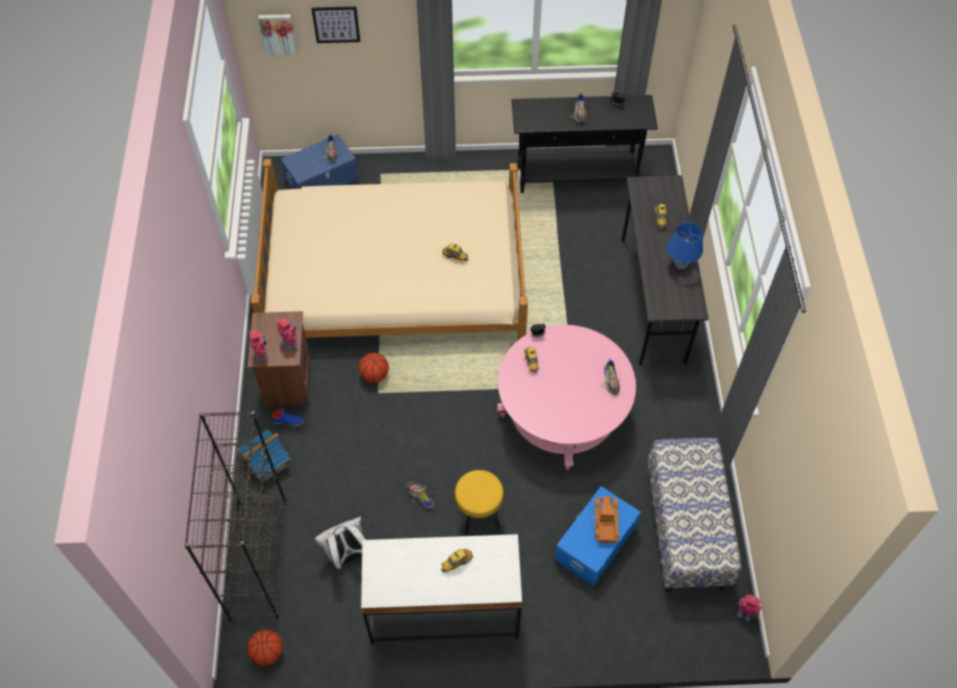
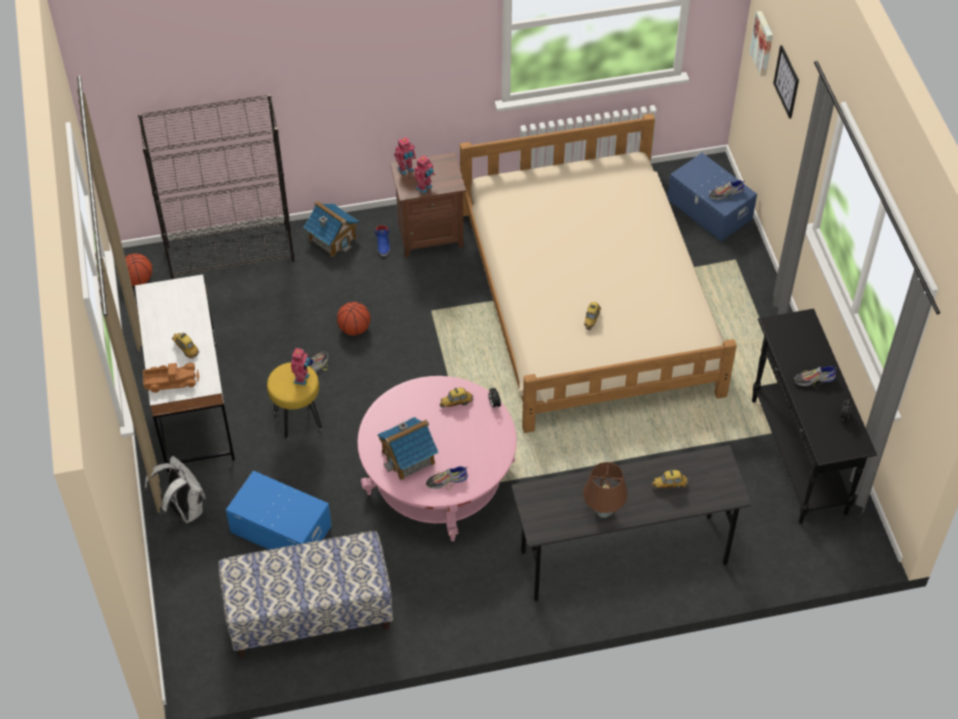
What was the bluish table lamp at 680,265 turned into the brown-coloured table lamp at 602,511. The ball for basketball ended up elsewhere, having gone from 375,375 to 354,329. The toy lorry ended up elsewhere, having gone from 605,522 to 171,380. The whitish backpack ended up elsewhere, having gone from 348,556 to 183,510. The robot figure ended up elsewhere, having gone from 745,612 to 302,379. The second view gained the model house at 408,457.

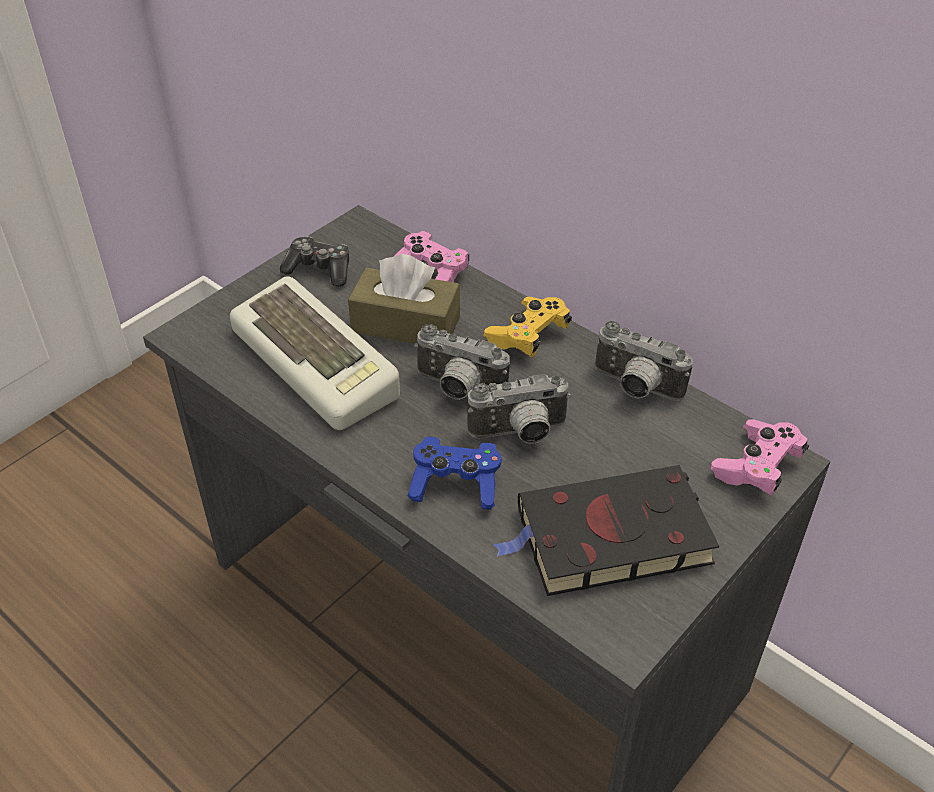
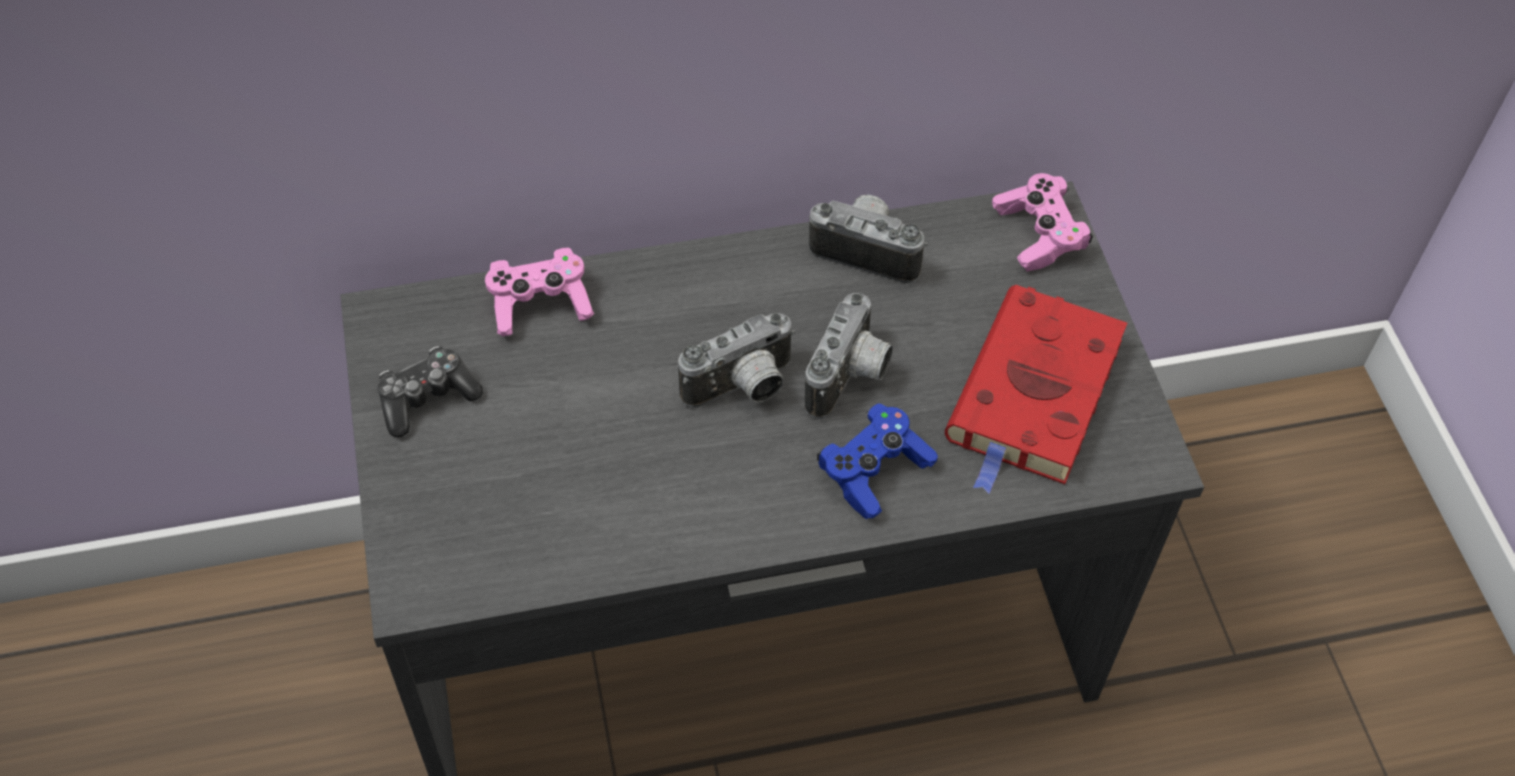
The second view lost the brown-coloured box of tissues at 406,324. The second view lost the PC keyboard at 319,362. The second view lost the yellow-coloured joypad at 528,336. The still camera at 635,388 ended up facing another way, 135 degrees counterclockwise from before. What was the black bound book at 608,538 turned into the reddish bound book at 1034,396.

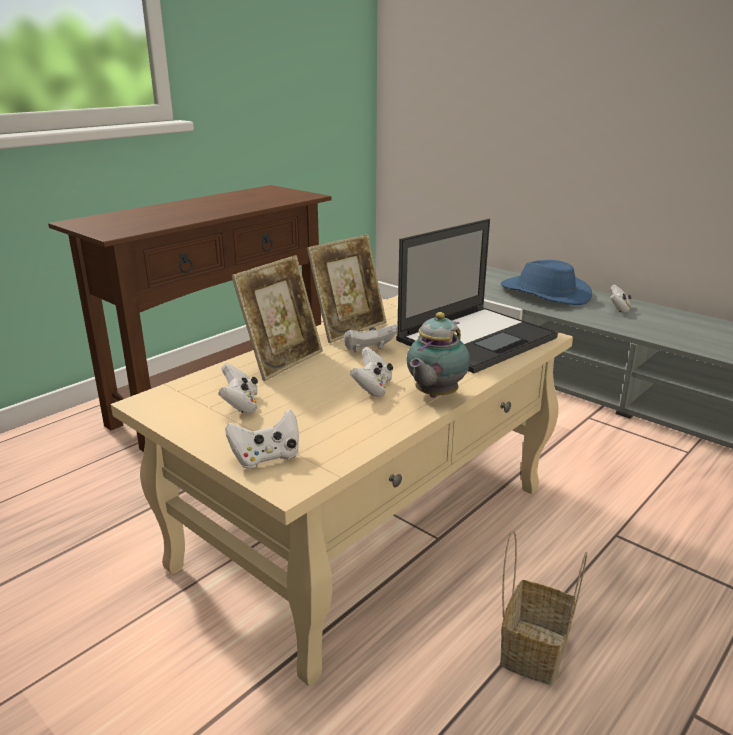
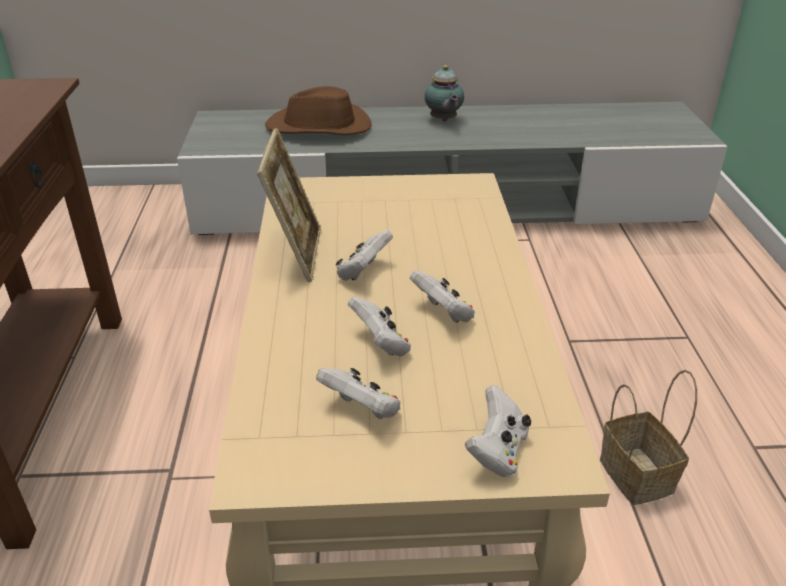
The second view lost the portable computer at 477,338. The second view lost the picture frame at 282,361. What was the bluish clothing hat at 544,294 turned into the brown-coloured clothing hat at 319,127. The whitish joypad ended up elsewhere, having gone from 618,309 to 381,344. The tea pot ended up elsewhere, having gone from 434,395 to 443,120.

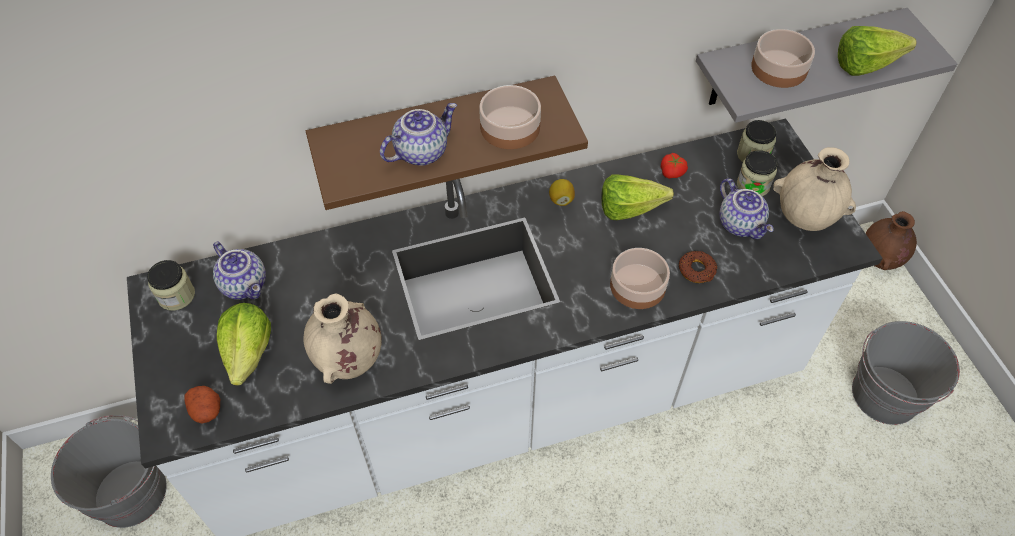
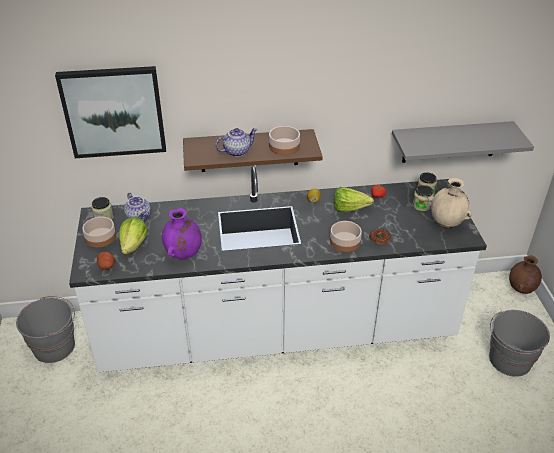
The second view lost the lettuce at 871,66. The bowl ended up elsewhere, having gone from 779,69 to 100,237. The second view lost the tea pot at 741,224. What was the beige-coloured vase at 349,362 turned into the purple-coloured vase at 184,255. The second view gained the wall art at 114,112.

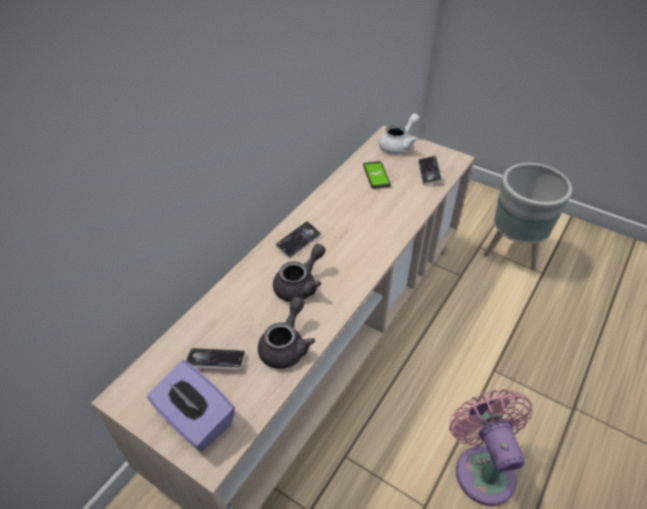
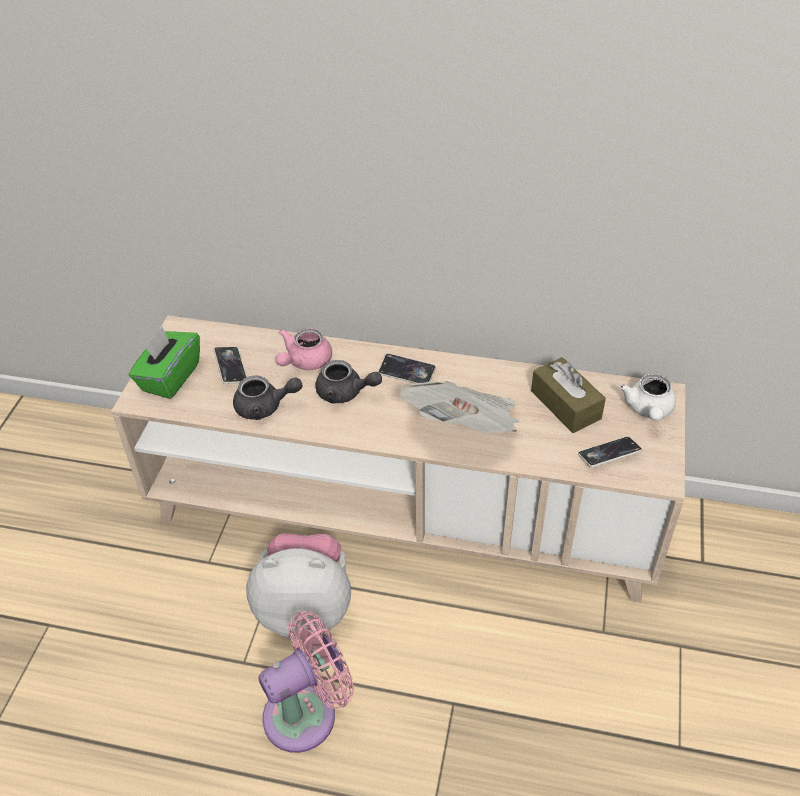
The whitish tea pot at 398,145 ended up facing another way, 75 degrees clockwise from before. Where the handset stood at 376,175, the brown-coloured box of tissues came to stand at 565,405. The second view lost the grey plant pot at 512,253. What was the purple-coloured box of tissues at 195,419 turned into the greenish box of tissues at 170,377. The second view gained the pink-coloured tea pot at 304,361. The second view gained the printed paper at 464,427. The second view gained the plush toy at 305,608.

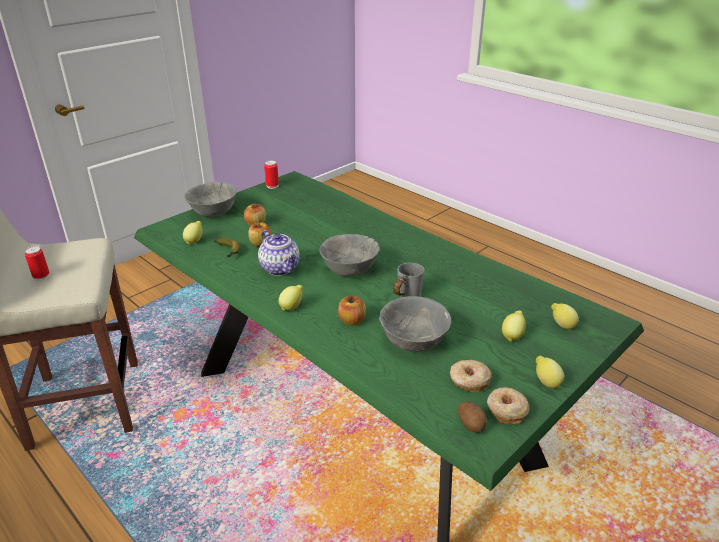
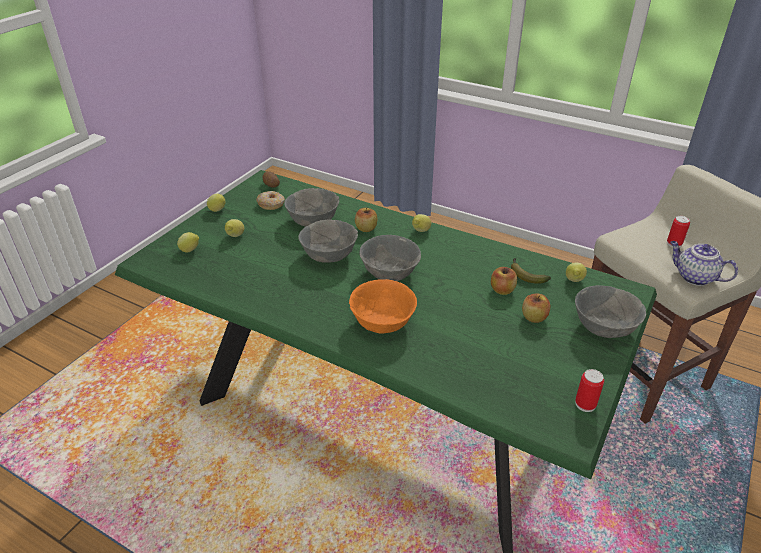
The tea pot ended up elsewhere, having gone from 281,269 to 694,277. Where the grey tea mug stood at 404,296, the grey bowl came to stand at 329,256. The second view lost the donut at 506,410. The second view gained the orange bowl at 383,323.

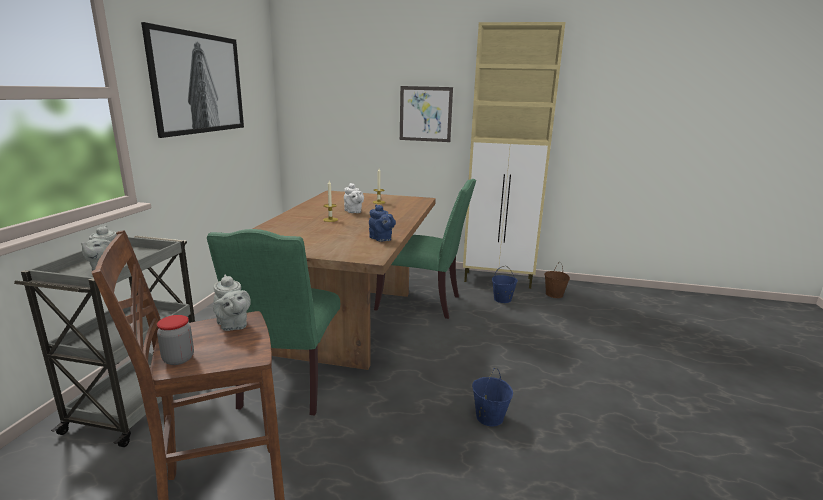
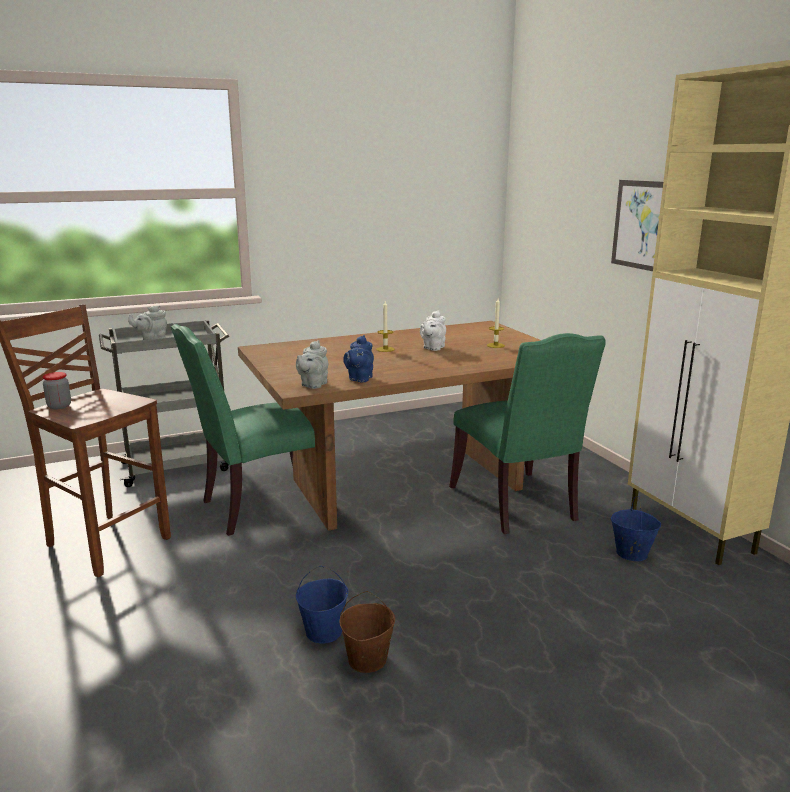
The second view lost the wall art at 199,83. The brown-coloured bucket ended up elsewhere, having gone from 554,295 to 367,660. The grey tea pot ended up elsewhere, having gone from 233,325 to 313,385.

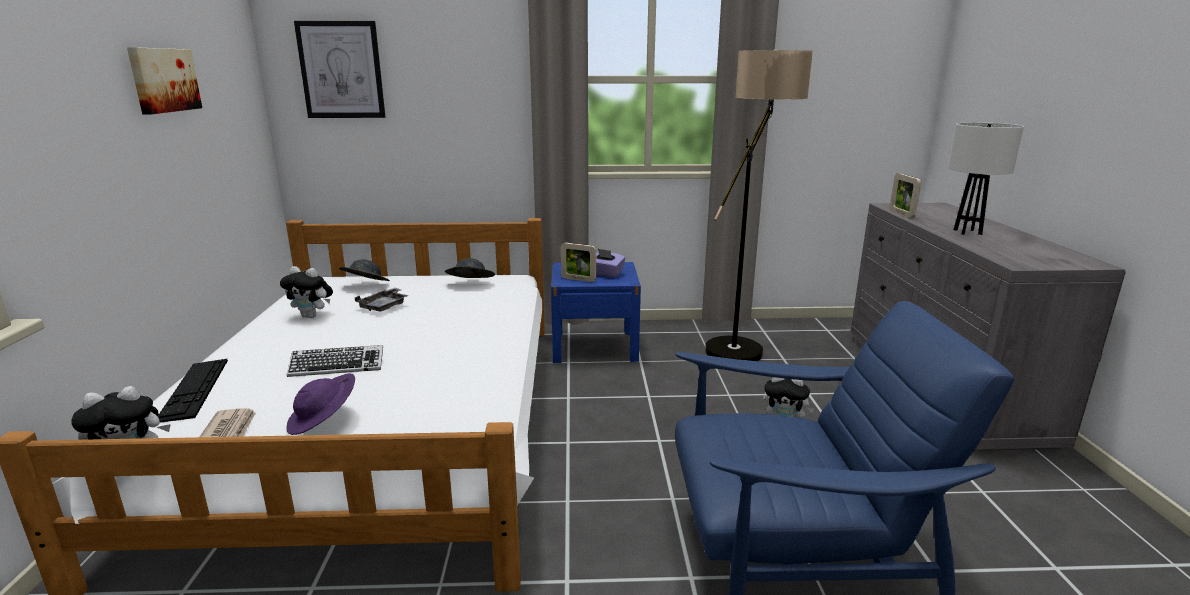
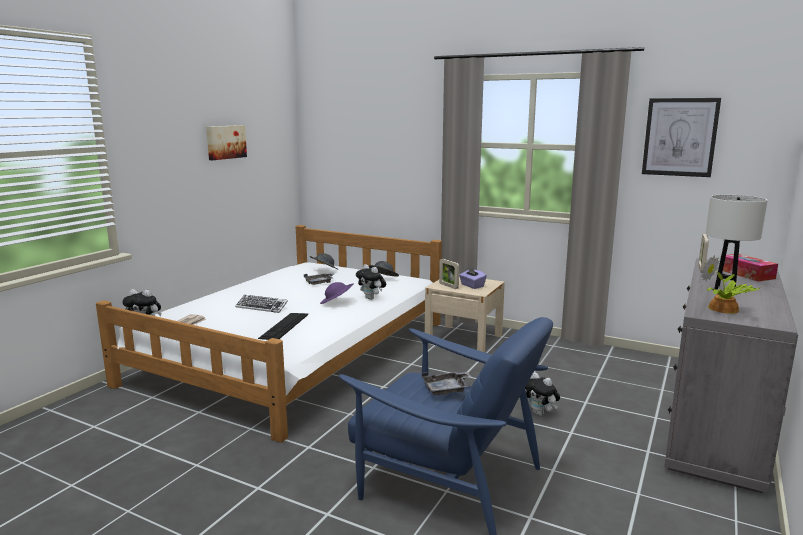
The wall art ended up elsewhere, having gone from 341,70 to 680,137. The second view lost the standard lamp at 742,344. What was the bluish nightstand at 594,346 turned into the beige-coloured nightstand at 464,339. The plush toy ended up elsewhere, having gone from 312,316 to 371,298. The PC keyboard ended up elsewhere, having gone from 194,389 to 284,326. The purple-coloured clothing hat ended up elsewhere, having gone from 324,421 to 337,302. The second view gained the box of tissues at 746,274. The second view gained the houseplant at 724,309. The second view gained the grey carrying tray at 446,389.

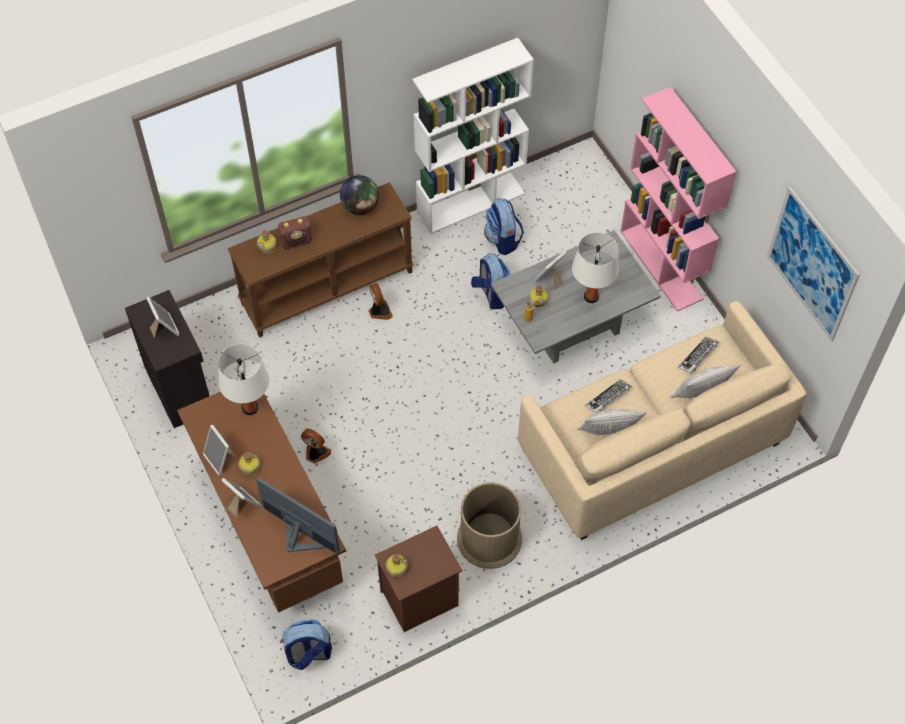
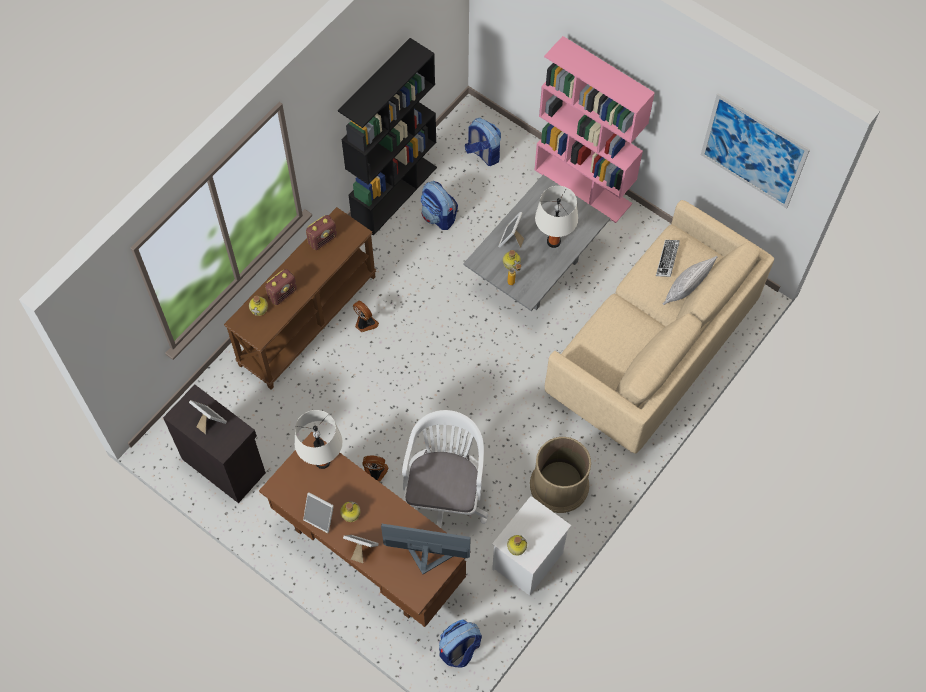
What was the whitish bookcase at 471,202 turned into the black bookcase at 394,193. Where the desk globe stood at 360,206, the radio came to stand at 322,239. The backpack ended up elsewhere, having gone from 491,294 to 483,153. The second view lost the PC keyboard at 608,398. The second view lost the throw pillow at 608,434. What was the brown-coloured nightstand at 419,599 turned into the whitish nightstand at 528,562. The second view gained the whitish office chair at 444,494.

